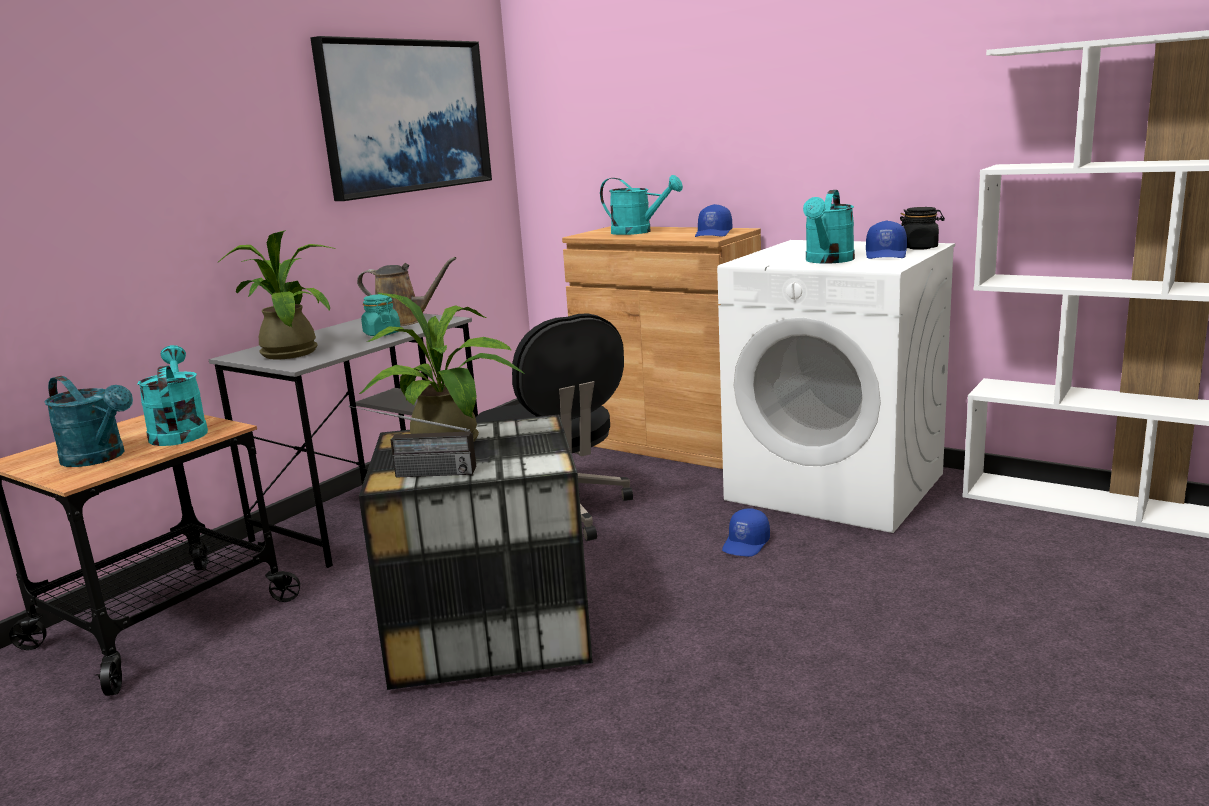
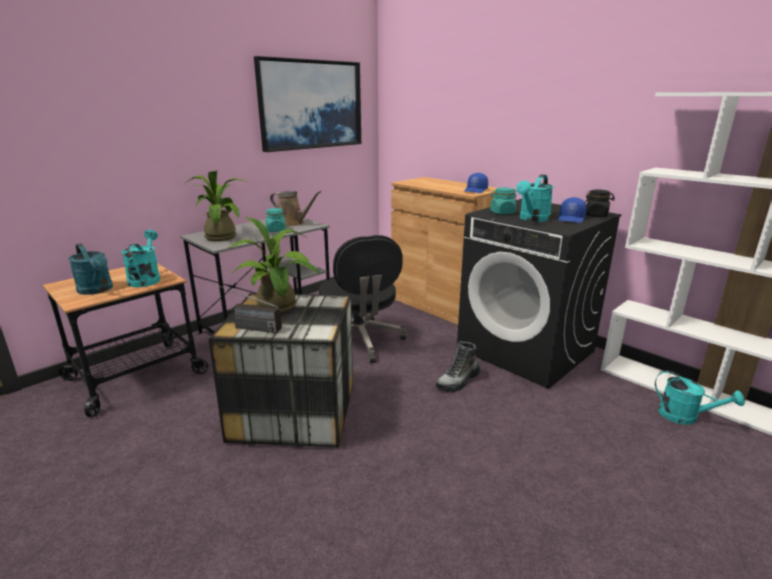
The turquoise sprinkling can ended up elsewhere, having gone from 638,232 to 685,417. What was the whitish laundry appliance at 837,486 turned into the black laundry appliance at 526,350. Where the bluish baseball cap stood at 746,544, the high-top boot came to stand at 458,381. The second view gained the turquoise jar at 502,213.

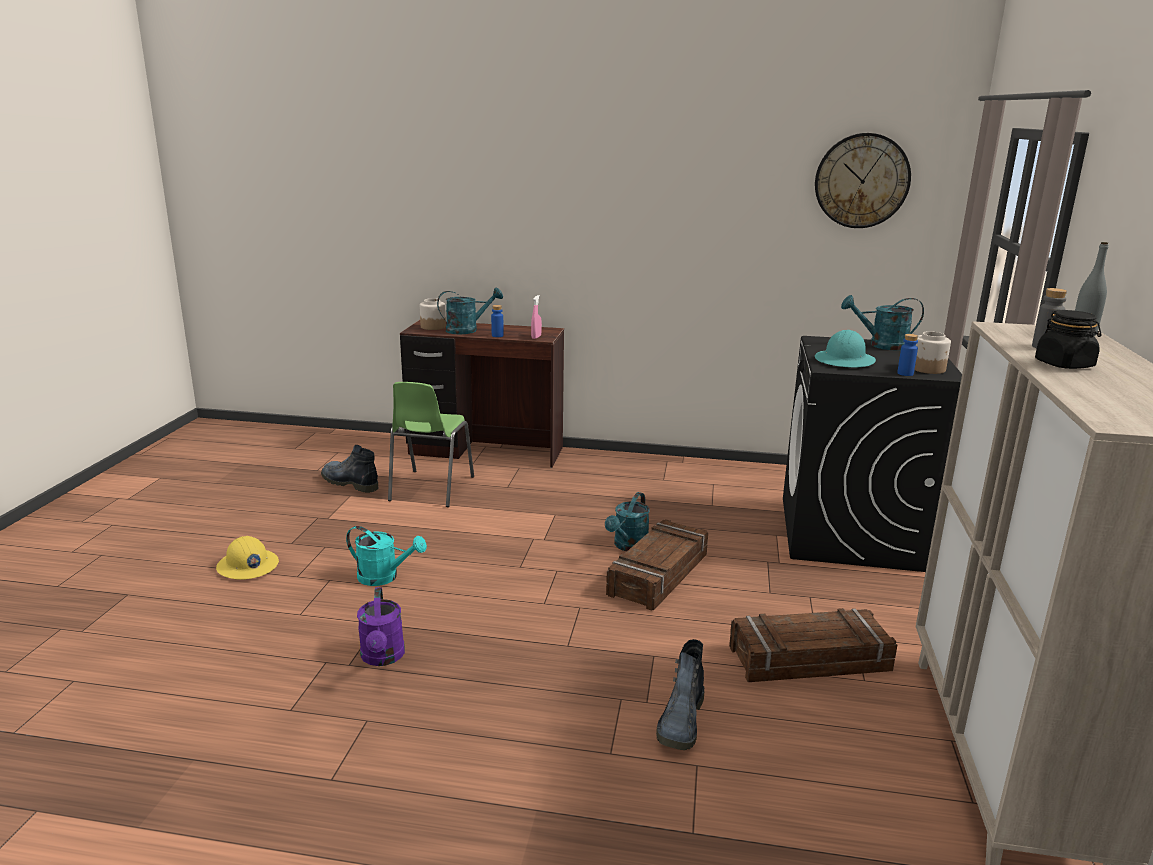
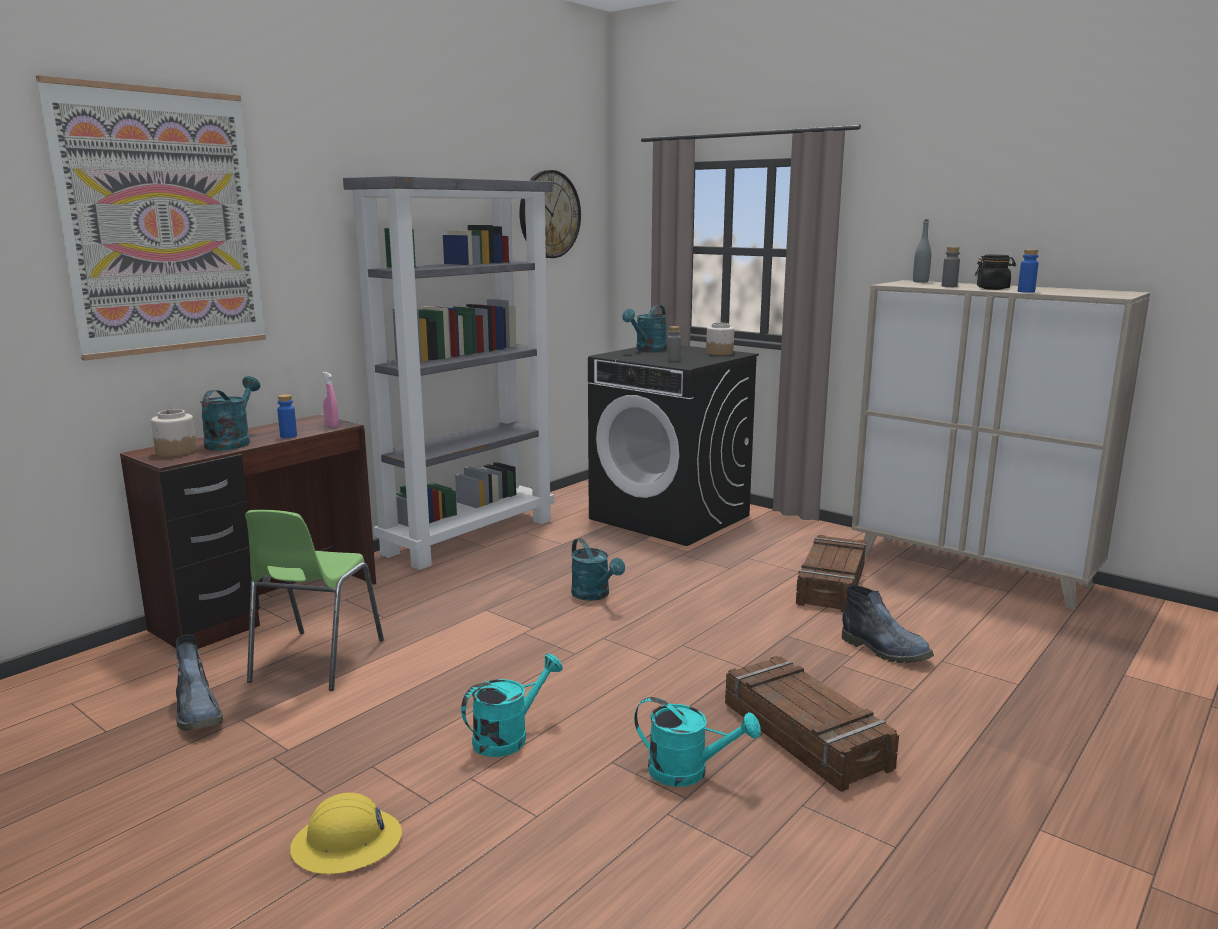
Where the turquoise safety helmet stood at 844,361, the grey drink bottle came to stand at 673,360. The bluish drink bottle ended up elsewhere, having gone from 905,374 to 1026,291. The greenish chair at 430,489 ended up facing another way, 60 degrees clockwise from before. The high-top boot at 349,483 ended up facing another way, 90 degrees counterclockwise from before. The shipping crate ended up elsewhere, having gone from 659,575 to 806,734. What was the purple-coloured sprinkling can at 382,658 turned into the turquoise sprinkling can at 688,772. The second view gained the wall art at 162,222. The second view gained the grey bookcase at 469,536.

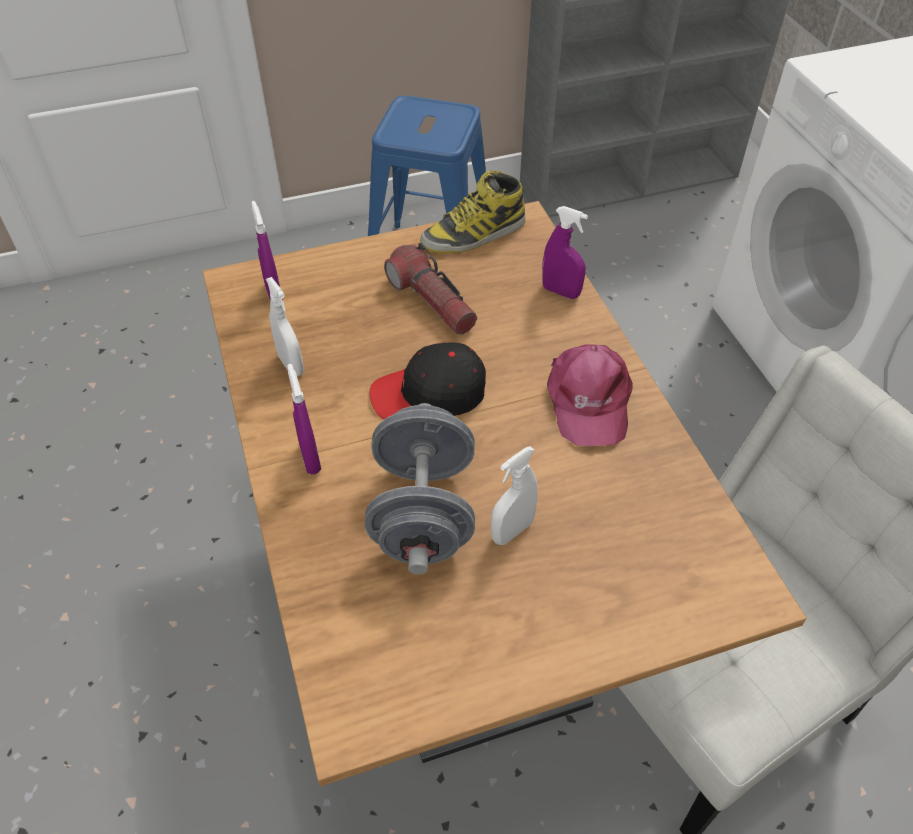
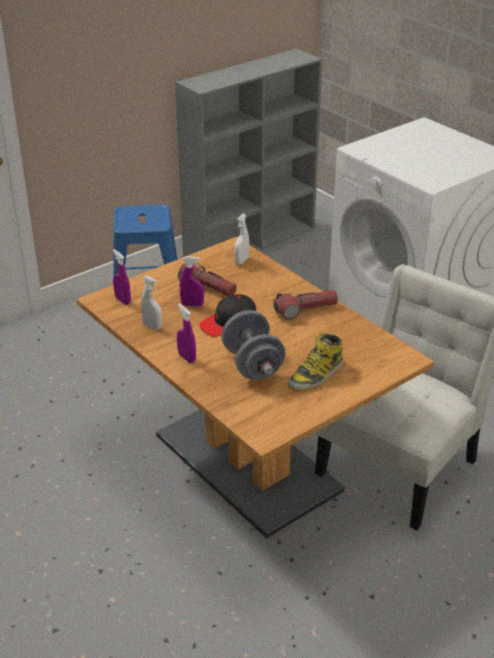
The high-top boot ended up elsewhere, having gone from 474,234 to 316,375. The purple-coloured spray bottle ended up elsewhere, having gone from 560,292 to 192,305. Where the pink-coloured baseball cap stood at 588,400, the torch came to stand at 305,310. The whitish spray bottle ended up elsewhere, having gone from 512,531 to 241,261.

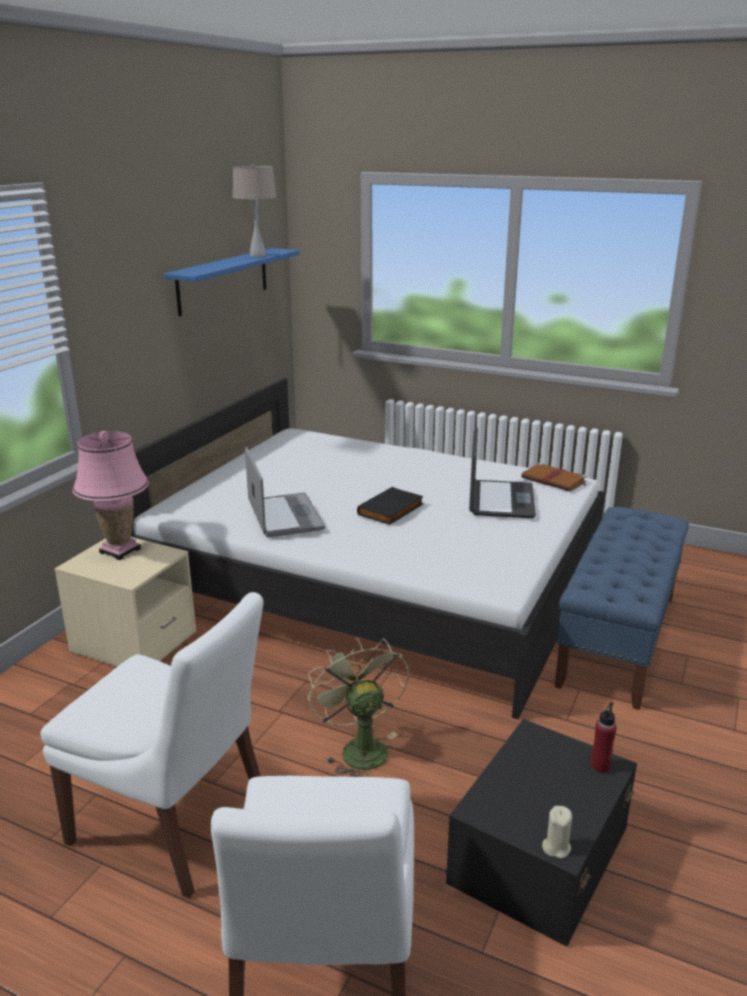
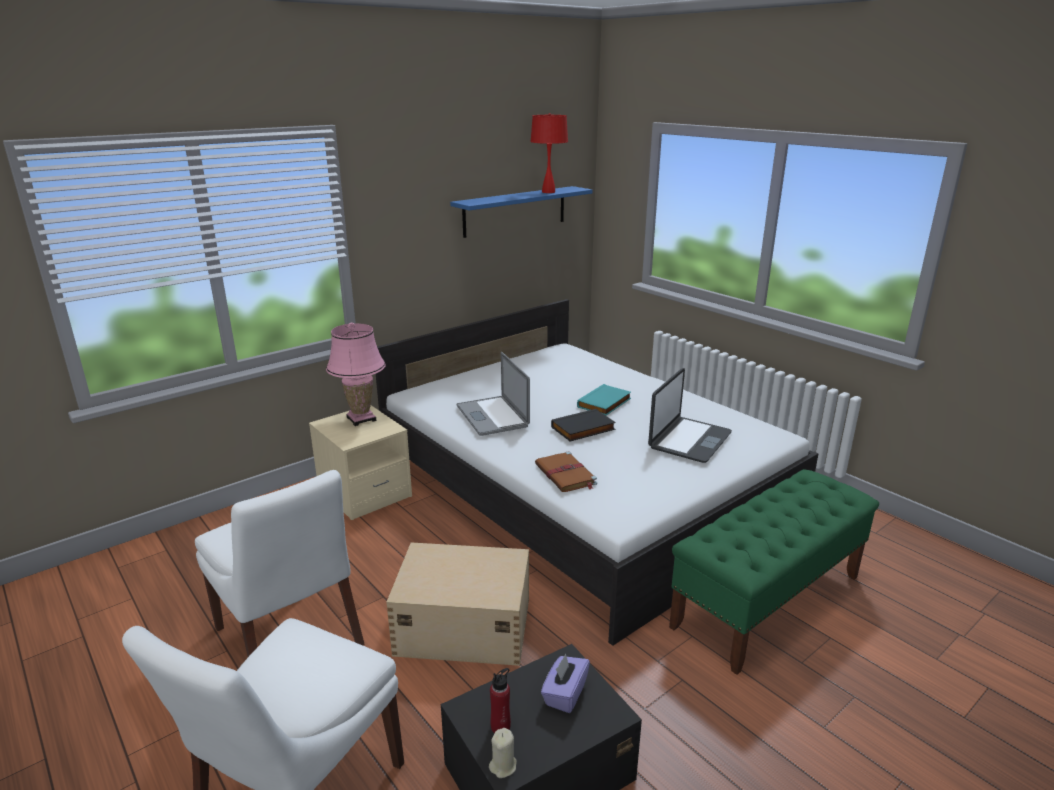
What was the beige-coloured table lamp at 257,255 turned into the reddish table lamp at 548,192. The portable computer at 285,515 ended up facing another way, 150 degrees clockwise from before. The brown-coloured bound book ended up elsewhere, having gone from 554,480 to 566,475. What was the bluish indoor bench at 618,639 turned into the greenish indoor bench at 767,600. Where the greenish fan stood at 359,747, the beige-coloured storage bin came to stand at 462,626. The reddish drink bottle ended up elsewhere, having gone from 600,766 to 500,726. The second view gained the turquoise bound book at 605,403. The second view gained the purple-coloured box of tissues at 564,694.

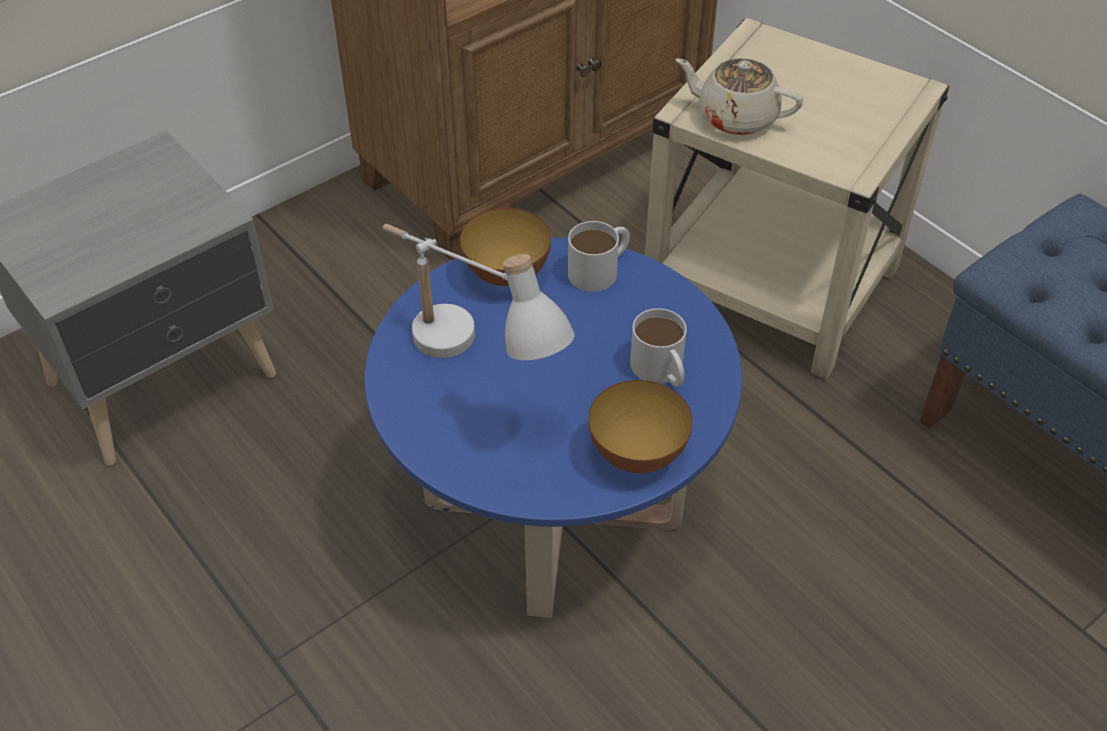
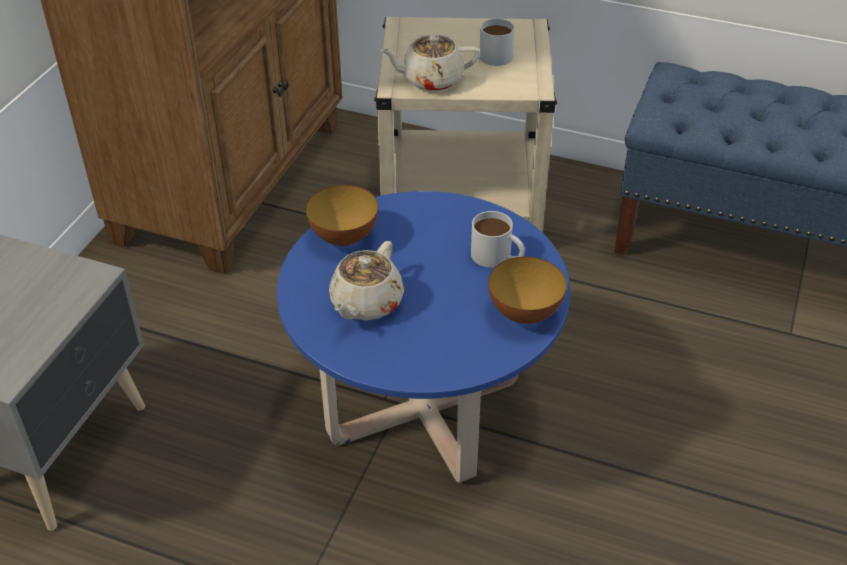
The whitish tea mug ended up elsewhere, having gone from 600,269 to 498,53. Where the whitish table lamp stood at 470,363, the beige-coloured tea pot came to stand at 365,303.

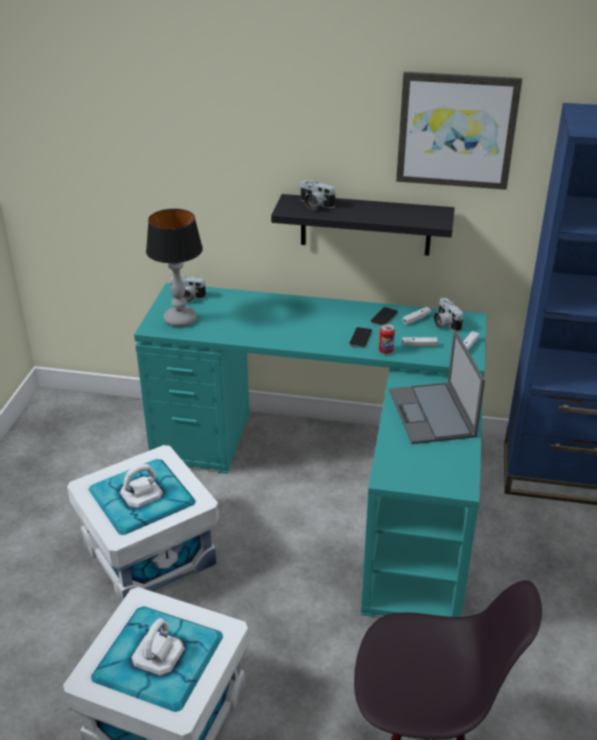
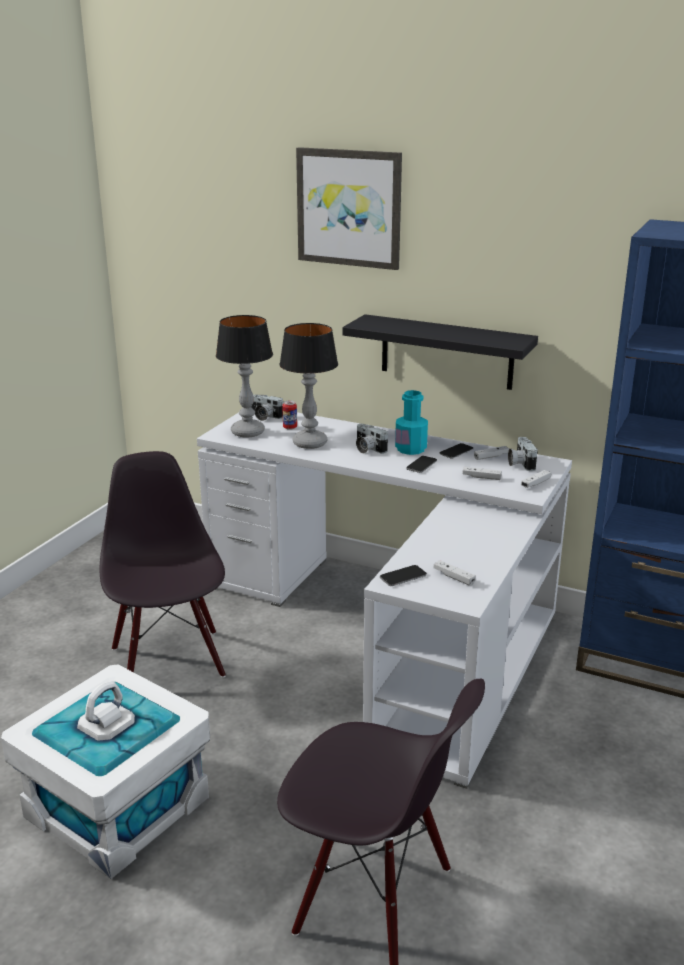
The wall art ended up elsewhere, having gone from 456,130 to 349,208. The still camera ended up elsewhere, having gone from 314,205 to 367,449. What was the turquoise desk at 340,480 turned into the whitish desk at 396,630. The sealed can ended up elsewhere, having gone from 386,351 to 290,427. The second view lost the portable computer at 432,414. Where the whitish storage bin stood at 149,552, the black chair came to stand at 169,661. The second view gained the table lamp at 309,443. The second view gained the turquoise drink bottle at 411,449. The second view gained the whitish joypad at 454,577. The second view gained the handset at 403,576.

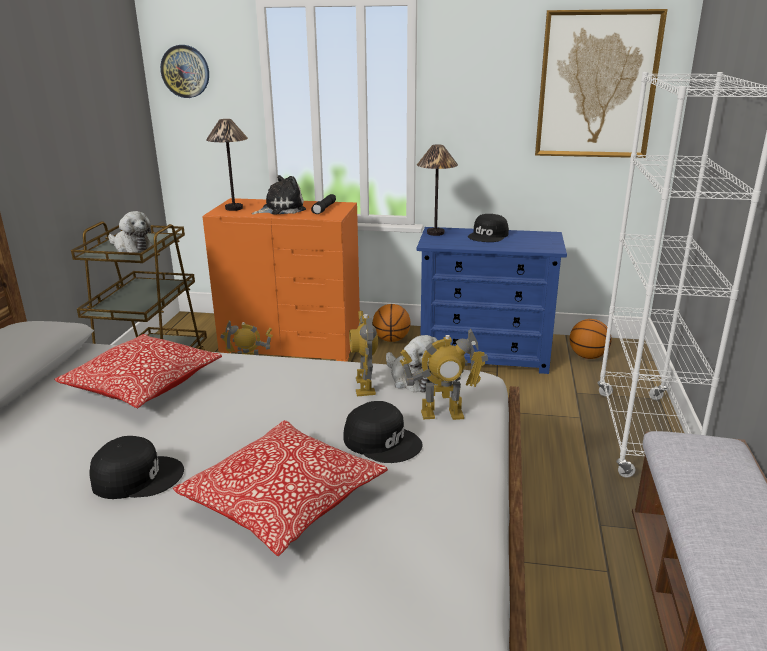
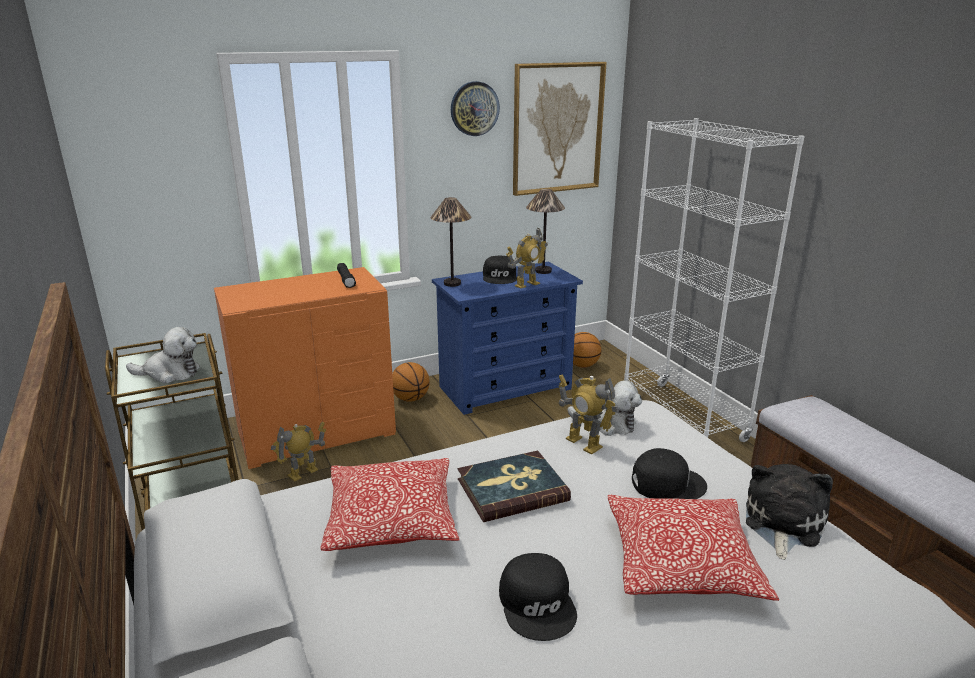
The clock on the wall ended up elsewhere, having gone from 185,71 to 474,108. The table lamp ended up elsewhere, having gone from 234,208 to 543,271. The plush toy ended up elsewhere, having gone from 281,209 to 782,524. The robot figure ended up elsewhere, having gone from 442,414 to 526,284. The black baseball cap at 137,476 ended up facing another way, 120 degrees clockwise from before. The second view gained the bound book at 512,489.

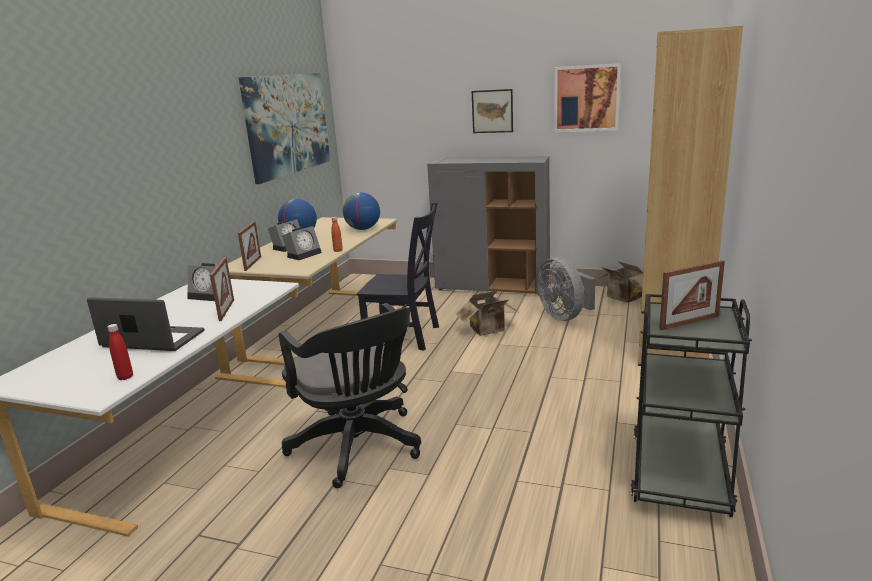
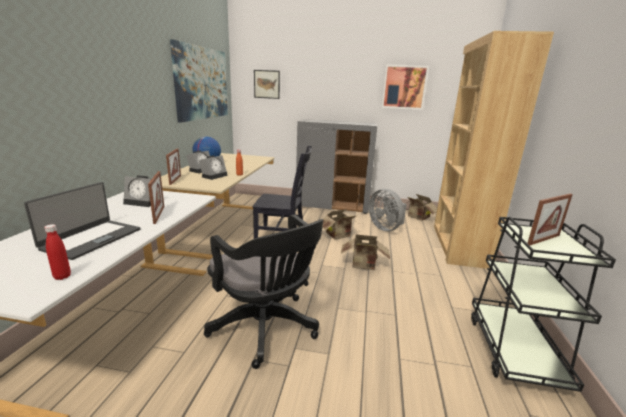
The wall art ended up elsewhere, having gone from 492,111 to 267,84. The second view lost the desk globe at 363,229. The portable computer at 152,340 ended up facing another way, 105 degrees clockwise from before. The second view gained the carton at 364,266.

